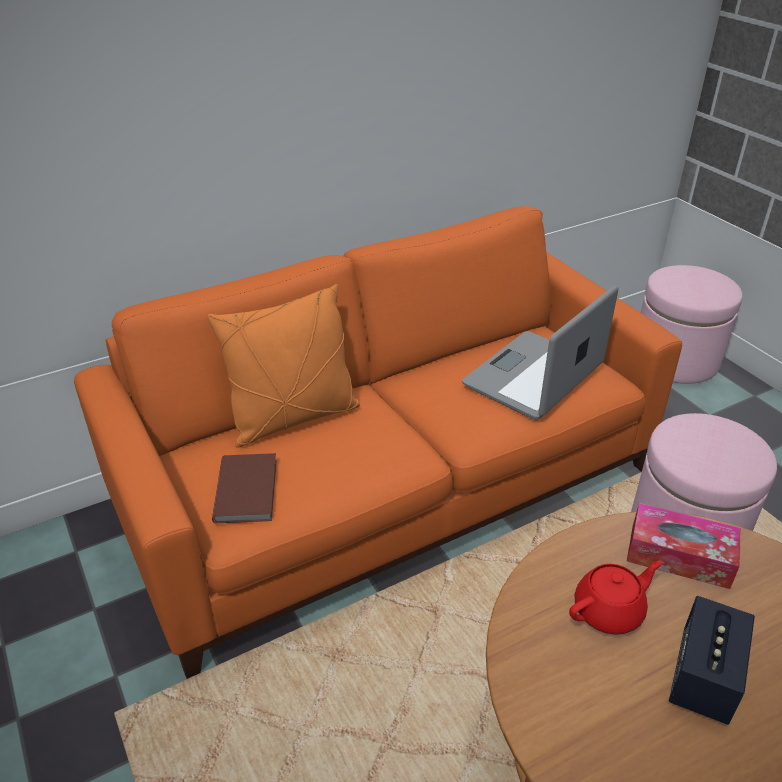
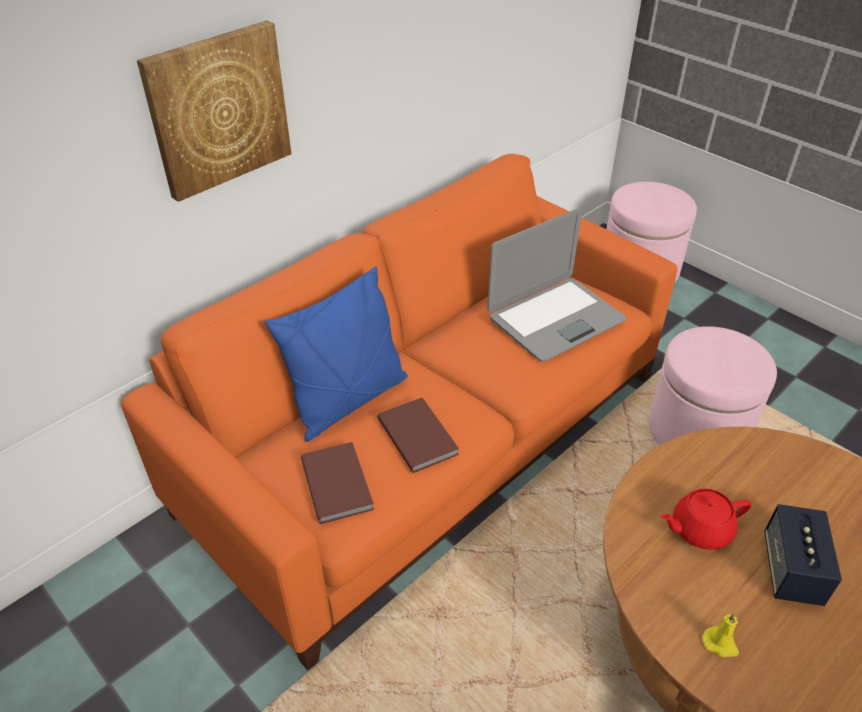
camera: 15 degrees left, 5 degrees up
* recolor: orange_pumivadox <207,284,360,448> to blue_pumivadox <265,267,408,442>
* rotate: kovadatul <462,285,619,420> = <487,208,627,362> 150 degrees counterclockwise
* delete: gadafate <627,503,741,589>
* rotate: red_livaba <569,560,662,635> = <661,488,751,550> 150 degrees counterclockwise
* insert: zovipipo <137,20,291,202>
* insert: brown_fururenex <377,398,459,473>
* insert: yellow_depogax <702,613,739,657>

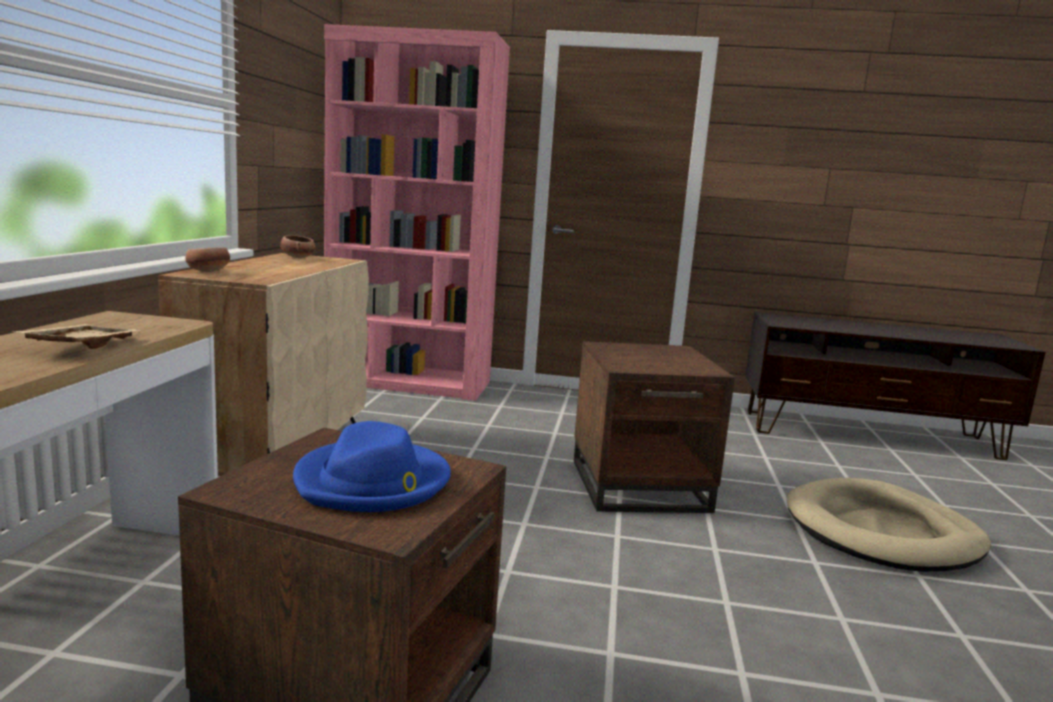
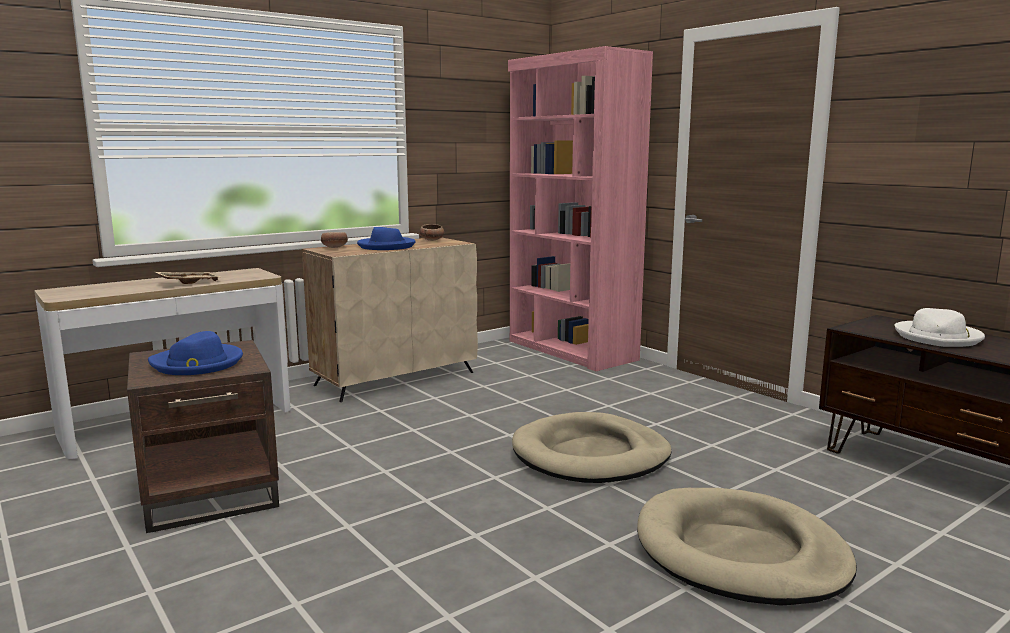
camera: 45 degrees right, 0 degrees up
* replace: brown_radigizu <574,341,735,513> to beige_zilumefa <512,412,672,483>
* insert: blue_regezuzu <357,227,416,250>
* insert: white_regezuzu <894,308,985,347>

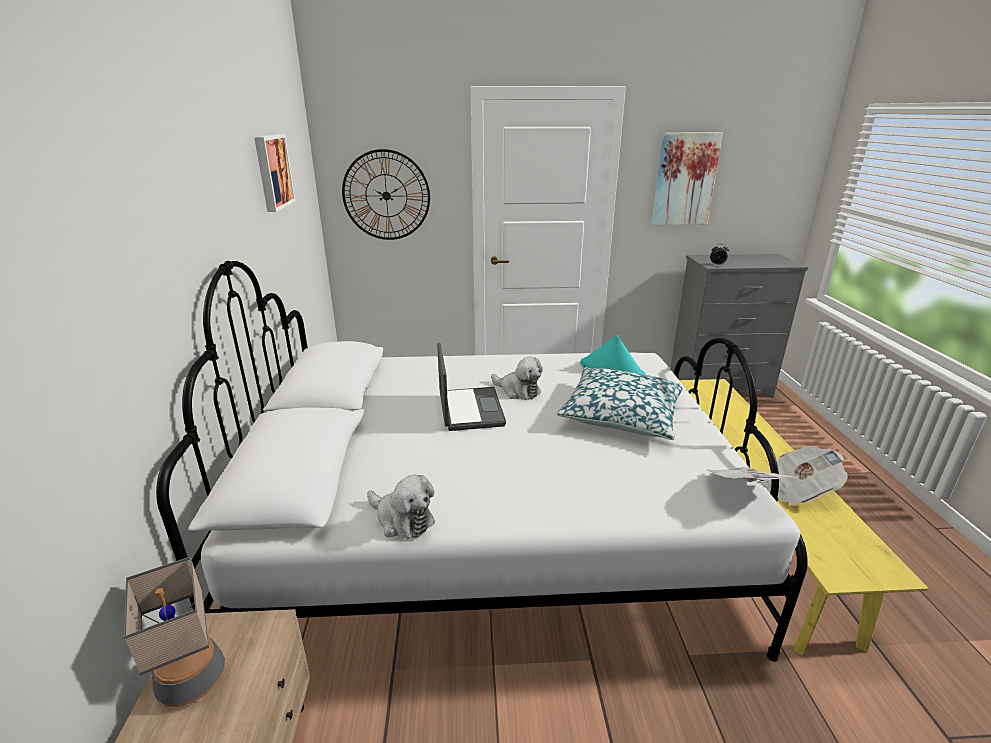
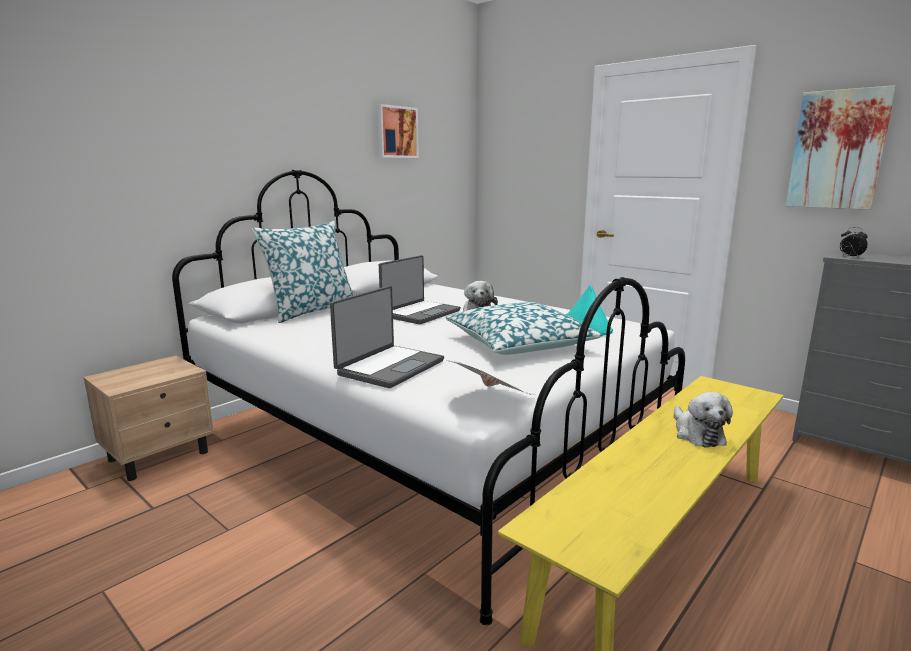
camera: 45 degrees right, 10 degrees down
* delete: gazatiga <342,149,430,240>
* delete: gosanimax <760,446,848,506>
* move: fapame <367,474,435,539> to <674,392,733,448>
* delete: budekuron <124,556,225,707>
* insert: pumivadox <252,221,354,323>
* insert: kovadatul <330,286,444,388>

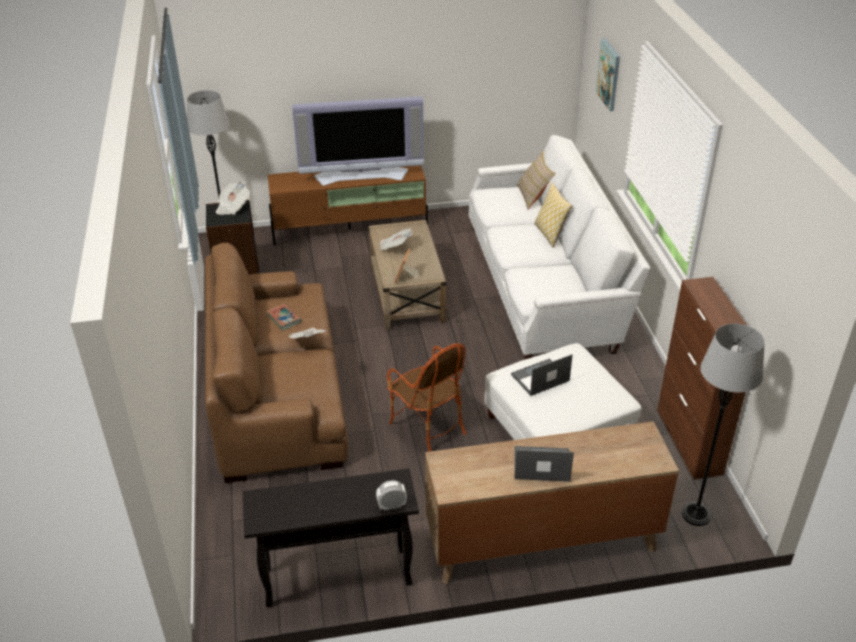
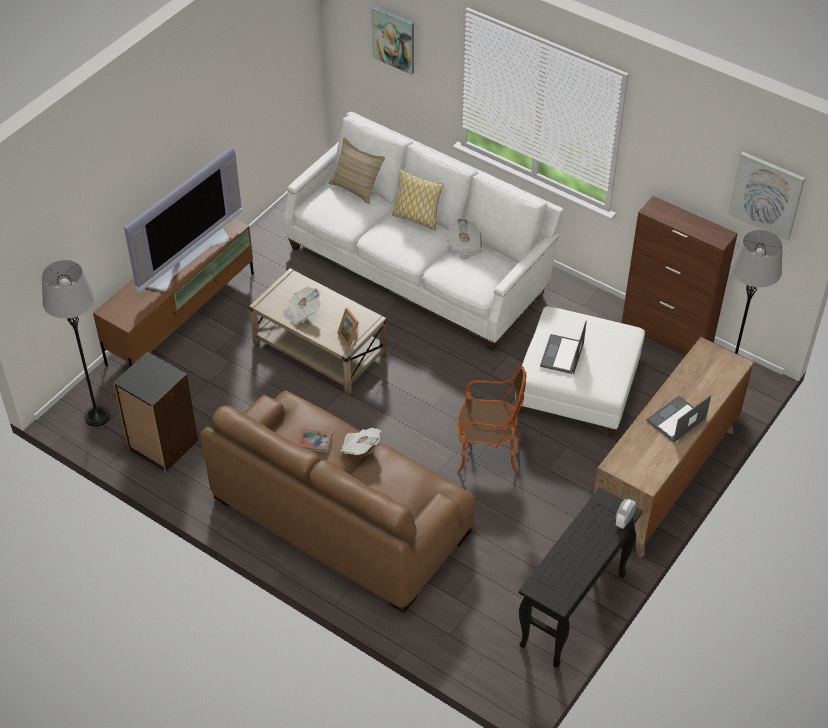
camera: 45 degrees left, 10 degrees up
* move: gosanimax <216,181,250,215> to <447,218,483,260>
* insert: zovipipo <728,152,805,241>

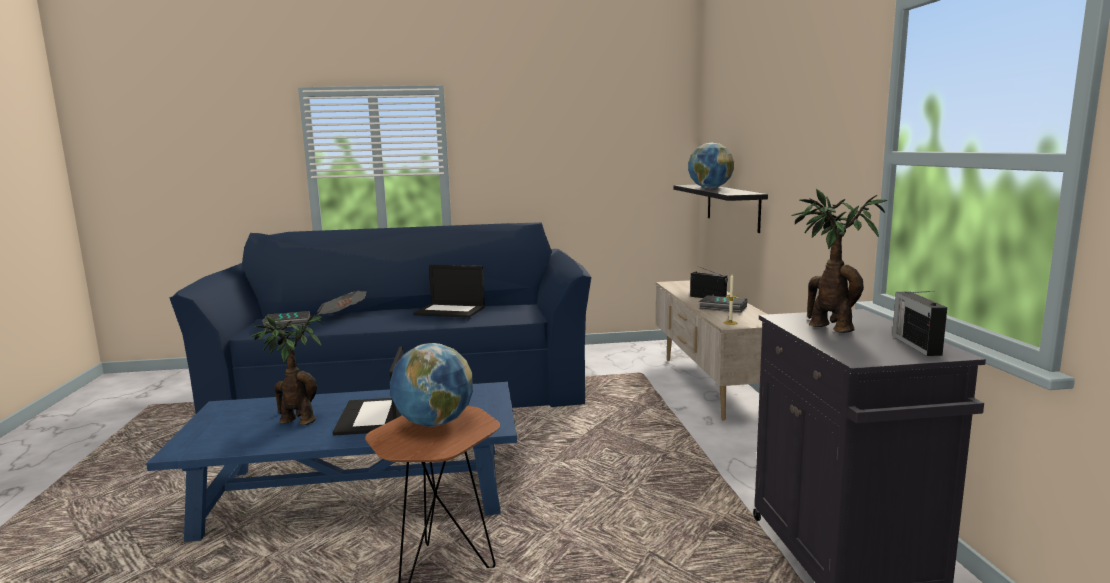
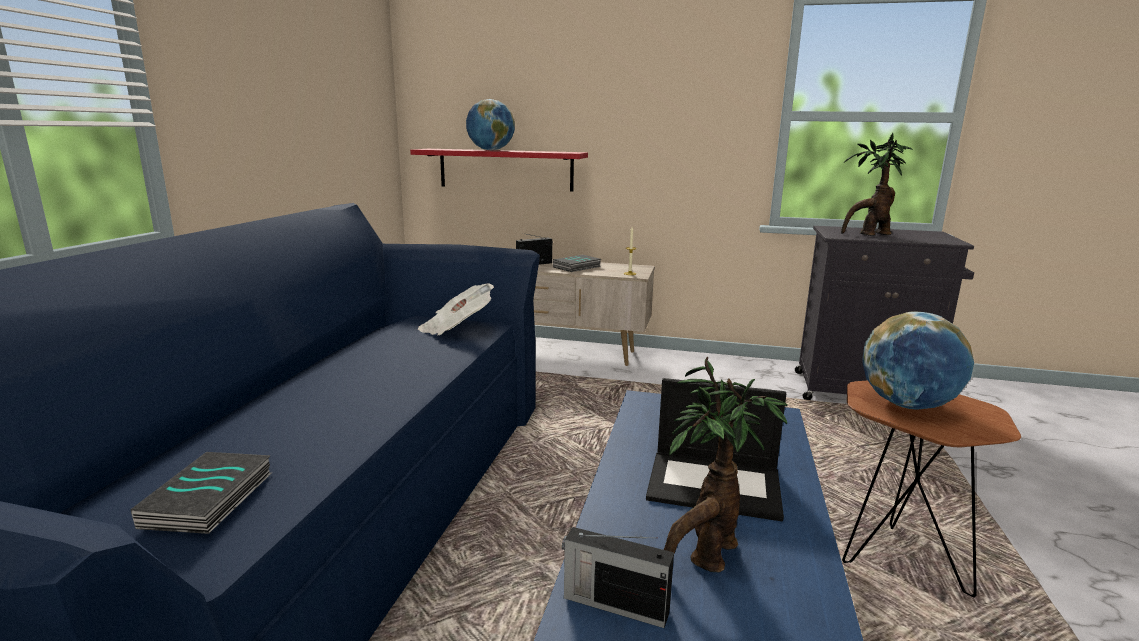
camera: 70 degrees left, 5 degrees up
* recolor: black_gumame <673,185,768,233> to red_gumame <410,149,588,191>
* delete: kovadatul <413,265,485,318>
* move: gosanimax <317,291,367,315> to <418,283,494,336>
* move: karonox <892,291,947,356> to <562,527,674,628>

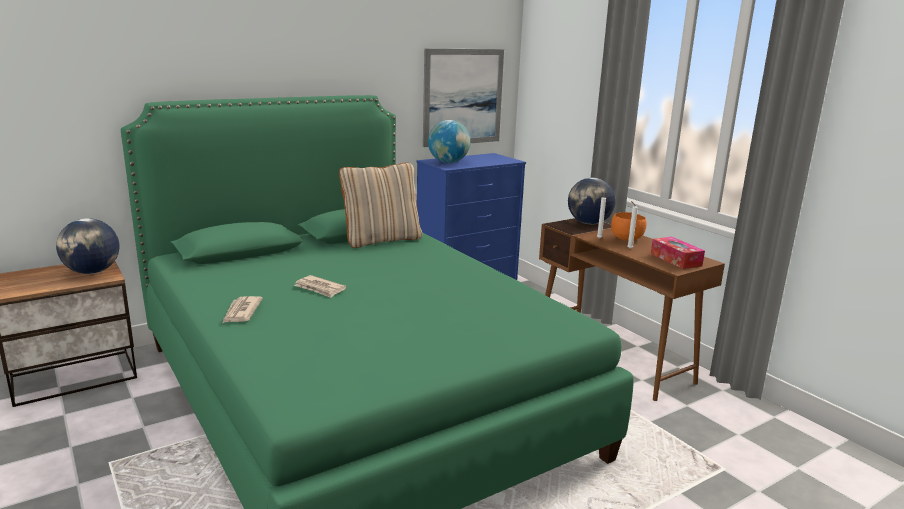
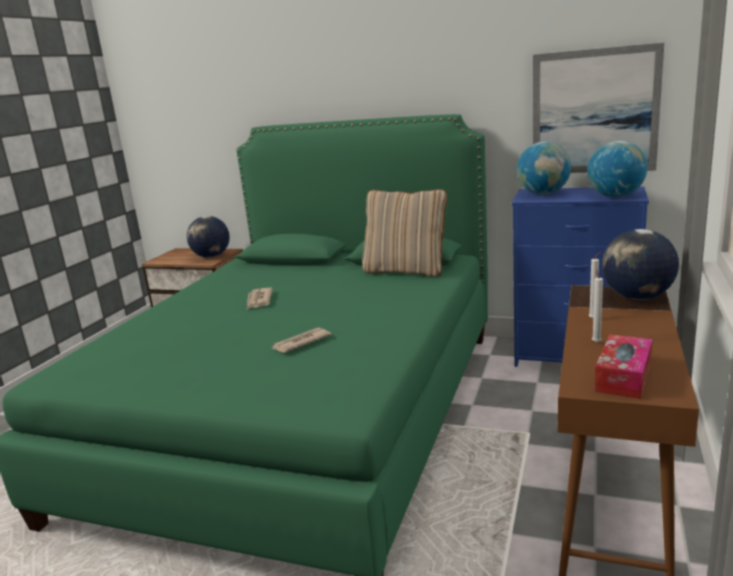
camera: 55 degrees right, 0 degrees up
* delete: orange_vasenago <611,212,646,240>
* move: gosanimax <222,296,263,323> to <272,328,332,353>
* insert: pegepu <587,141,648,198>

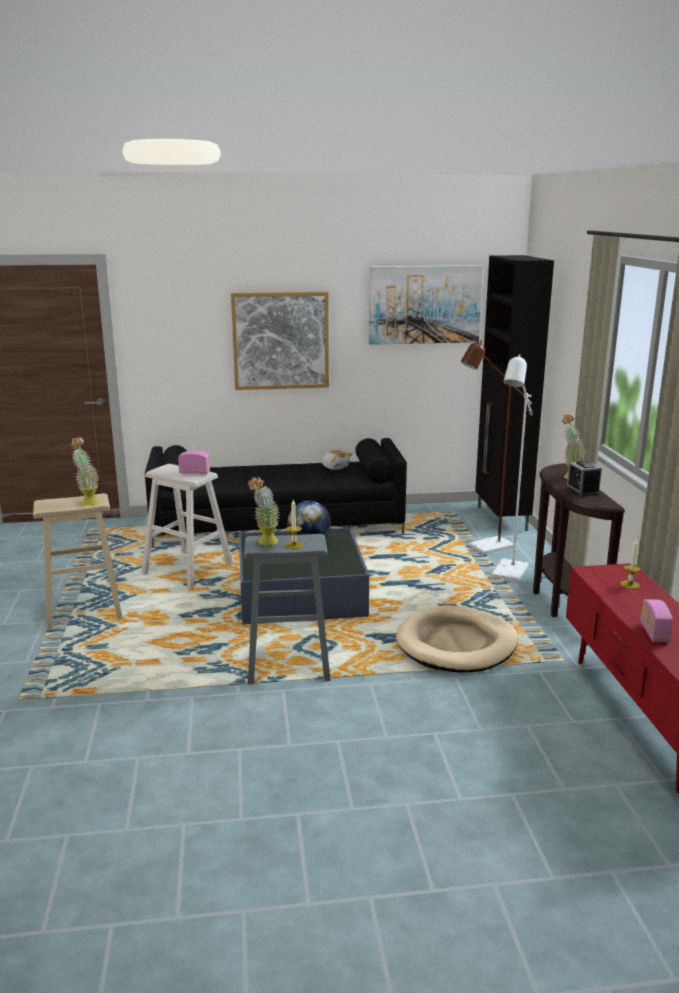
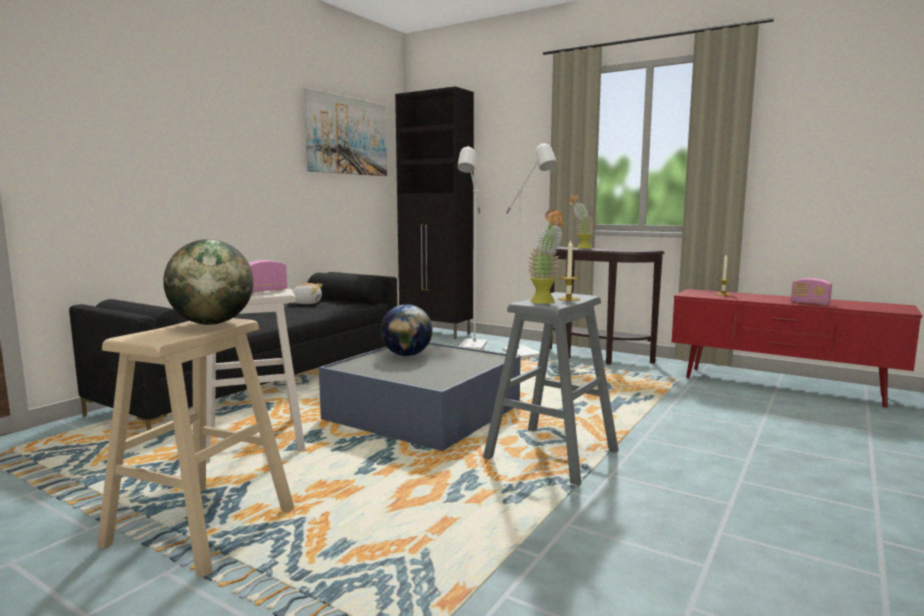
camera: 50 degrees left, 10 degrees down
* delete: zovipipo <231,292,329,390>
* recolor: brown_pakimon <460,340,532,554> to white_pakimon <457,146,487,350>
* replace: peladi <70,437,99,506> to pegepu <163,239,253,325>
* delete: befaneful <566,461,602,497>
* delete: beige_zilumefa <396,605,518,672>

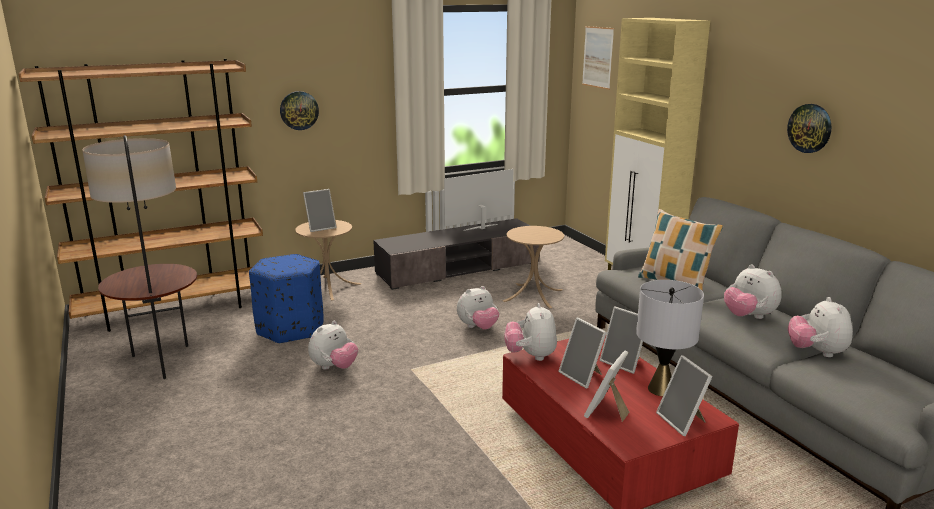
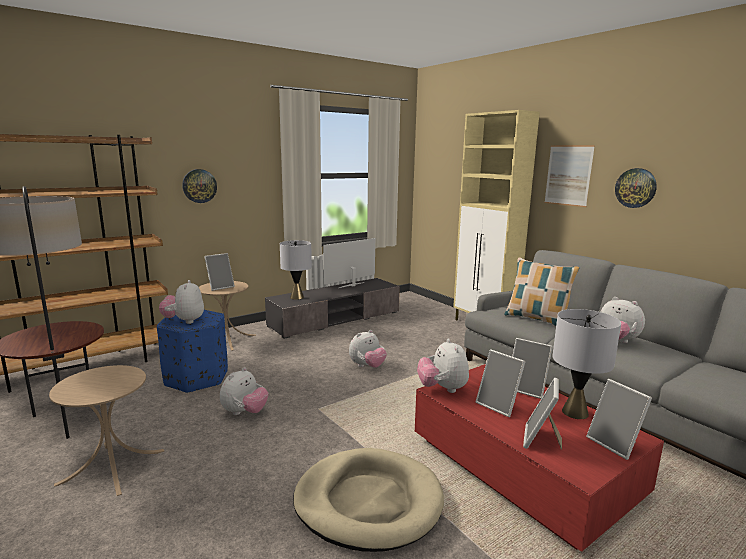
camera: 10 degrees left, 5 degrees down
* move: zovipipo <582,26,614,90> to <544,145,595,207>
* move: beige_radigizu <503,226,564,308> to <49,365,164,496>
* move: fapame <788,297,853,357> to <159,280,204,324>
* insert: grey_budekuron <280,240,312,300>
* insert: beige_zilumefa <293,448,444,552>

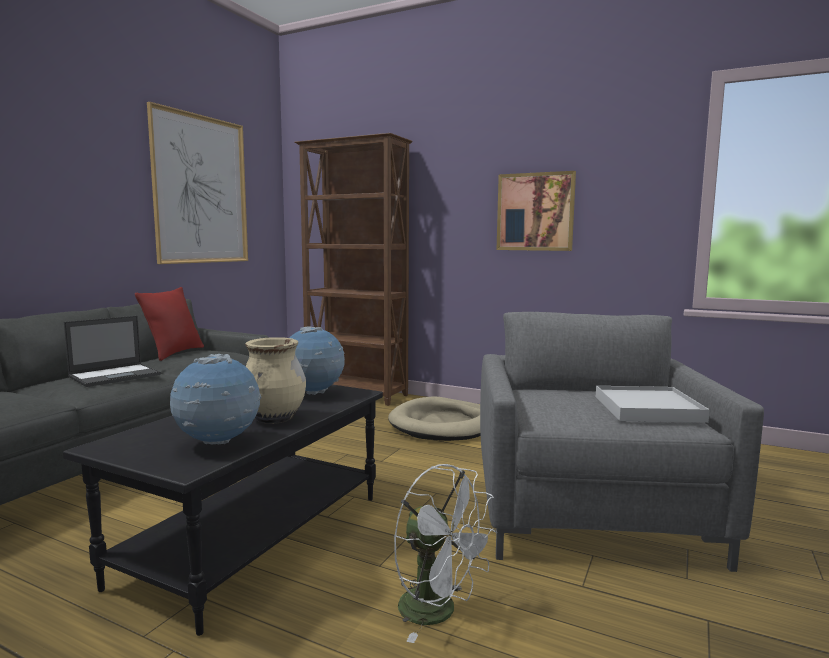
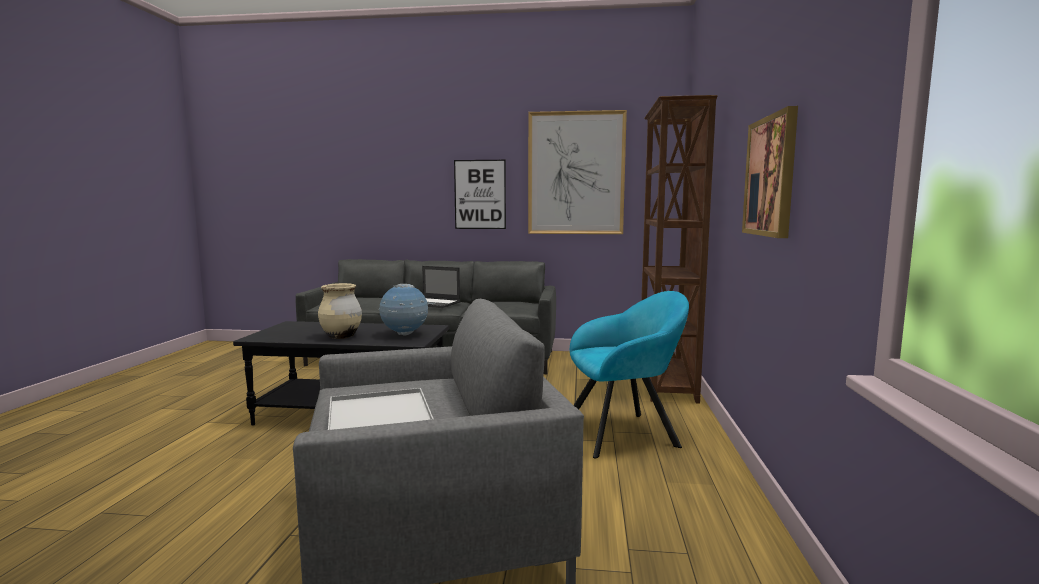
camera: 70 degrees right, 0 degrees up
* delete: red_pumivadox <135,287,204,361>
* delete: pegepu <170,354,262,445>
* replace: beige_zilumefa <388,396,481,441> to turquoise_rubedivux <570,291,689,458>
* delete: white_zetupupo <394,464,497,643>
* insert: zovipipo <454,160,506,229>

